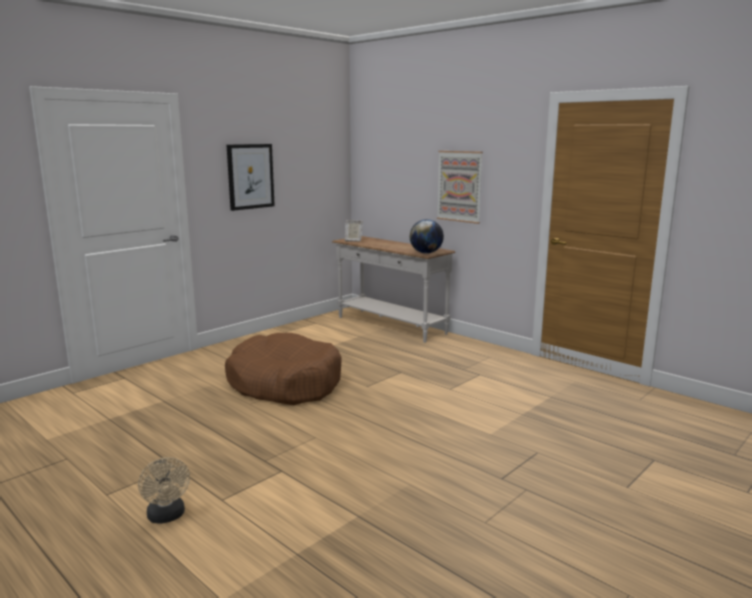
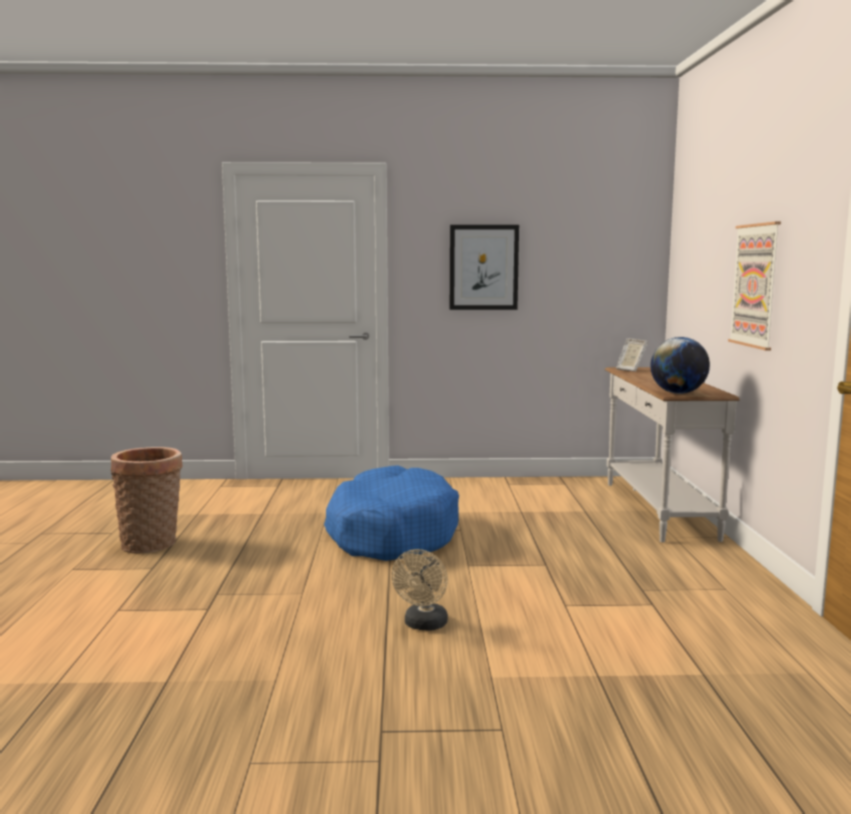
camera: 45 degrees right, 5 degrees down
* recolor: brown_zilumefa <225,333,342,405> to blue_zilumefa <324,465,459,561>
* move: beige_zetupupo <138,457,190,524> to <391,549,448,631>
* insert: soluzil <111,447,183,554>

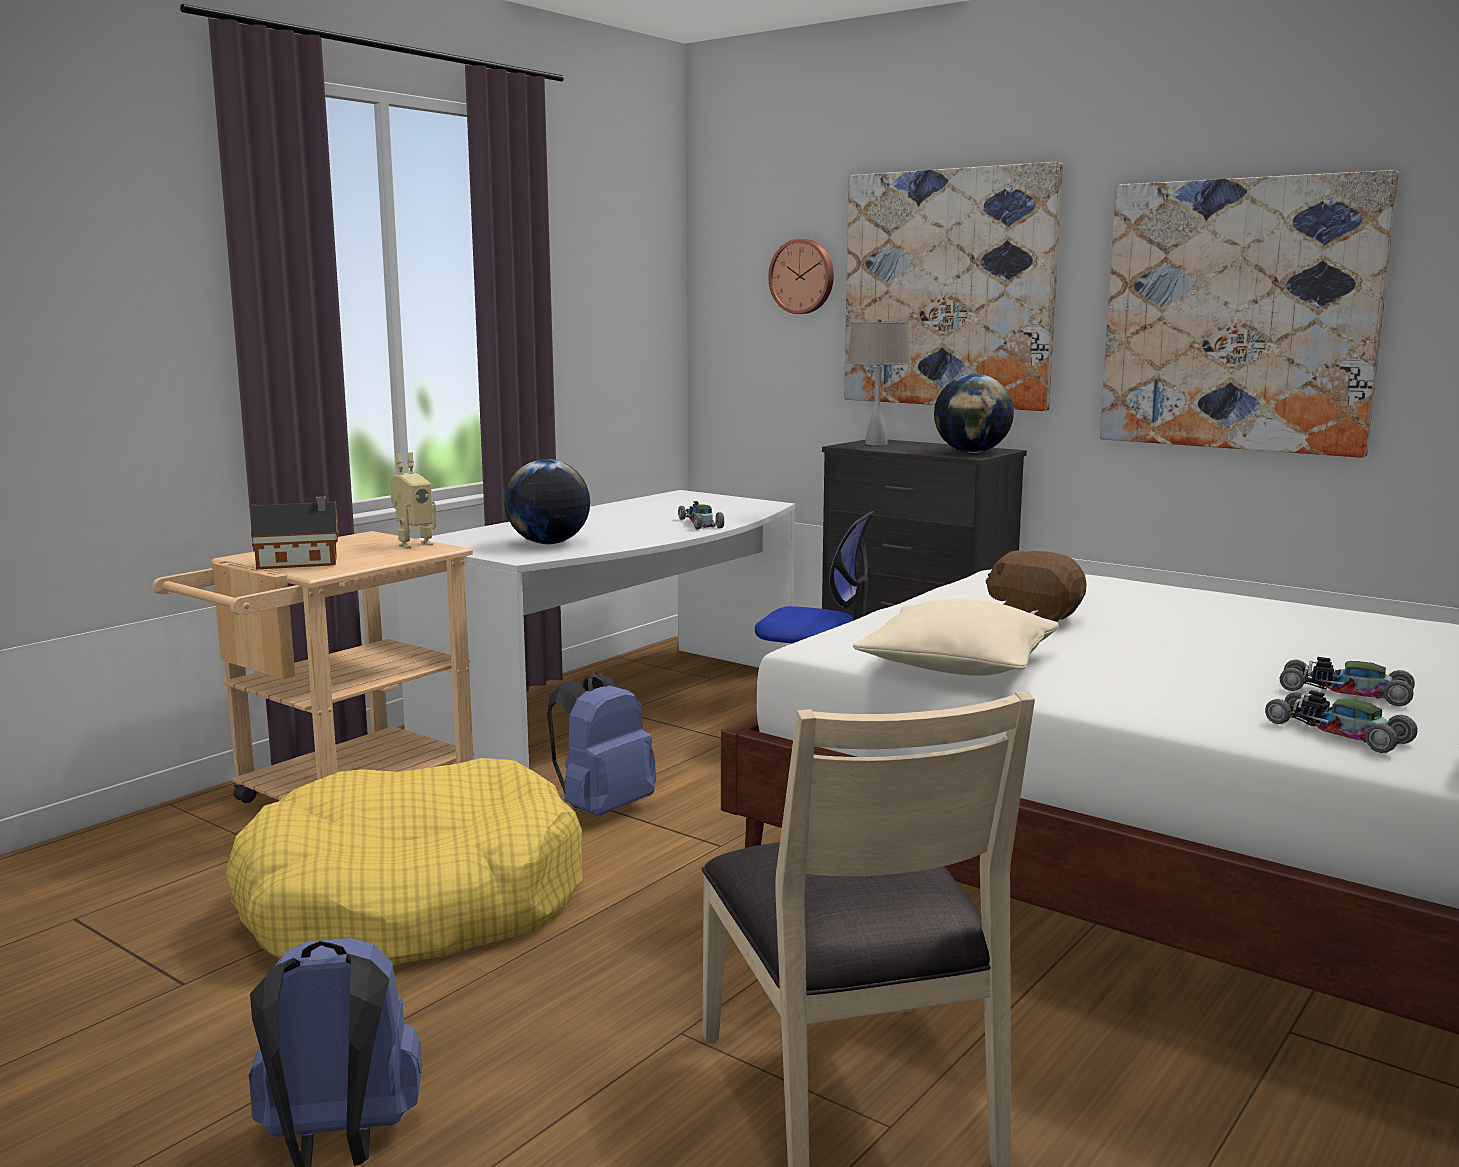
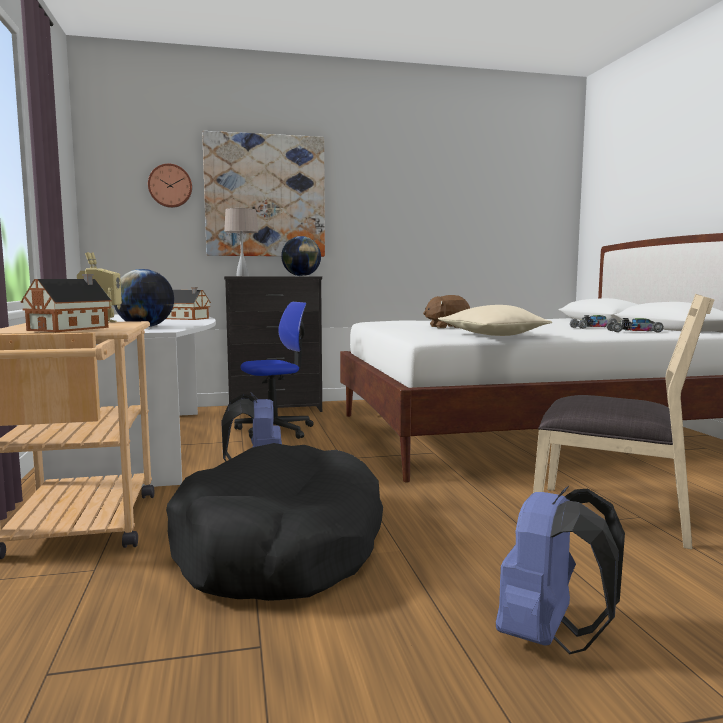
camera: 50 degrees left, 5 degrees down
* delete: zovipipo <1100,170,1399,458>
* replace: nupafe <678,501,724,529> to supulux <166,287,211,320>
* recolor: yellow_zilumefa <226,758,582,966> to black_zilumefa <166,443,383,601>

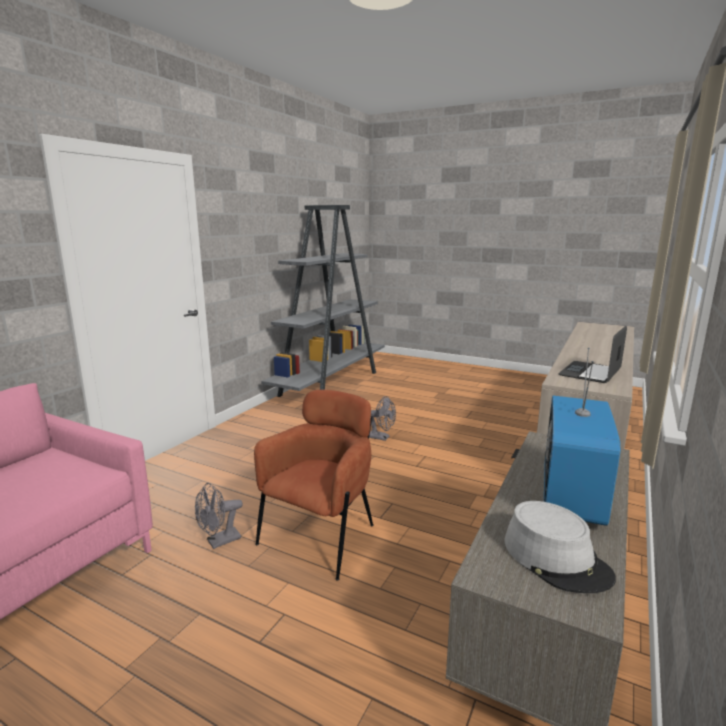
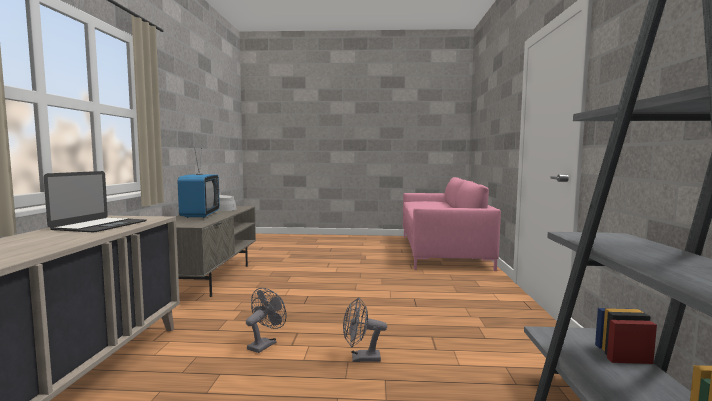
camera: 155 degrees right, 10 degrees down
* delete: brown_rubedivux <254,390,373,581>
* move: grey_zetupupo <195,483,243,549> to <246,288,287,353>

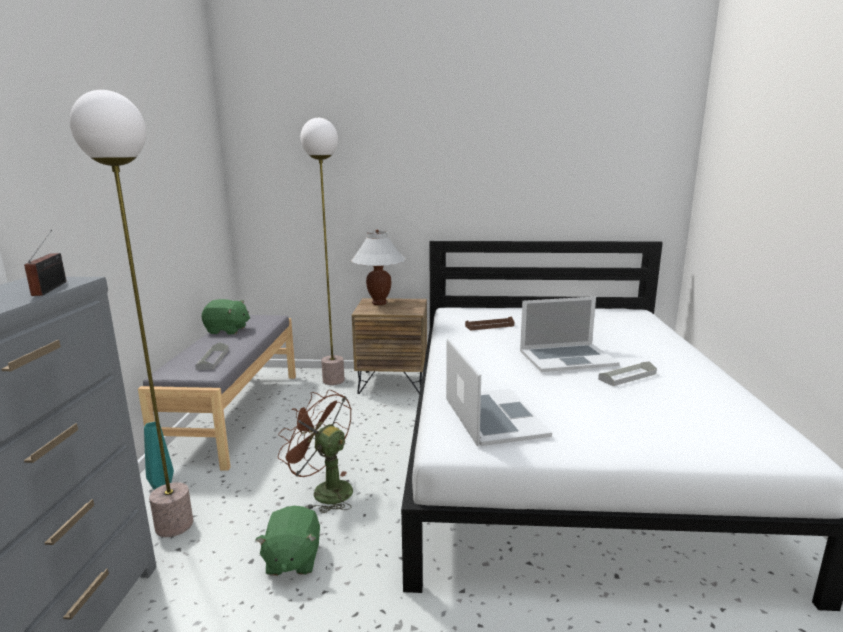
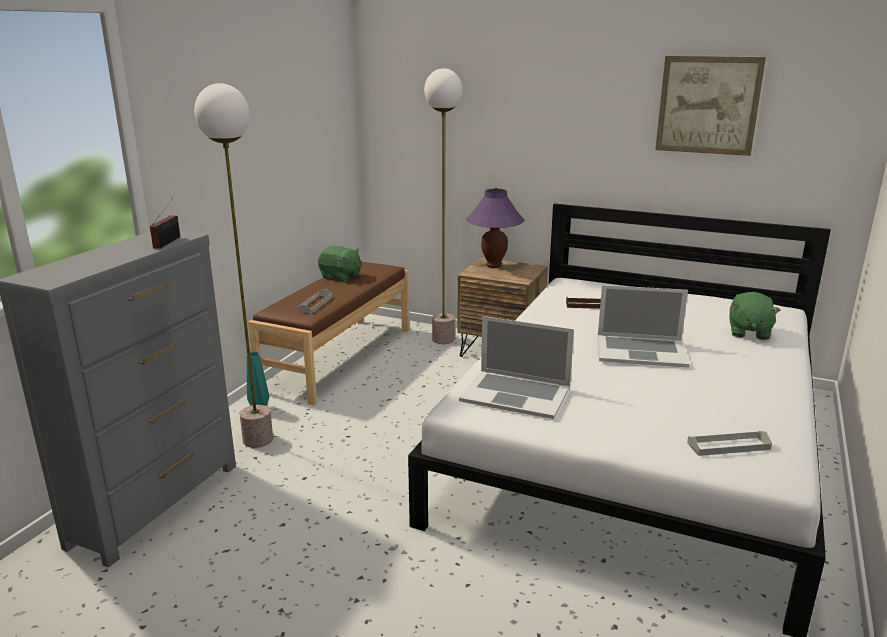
camera: 20 degrees right, 5 degrees up
* recolor: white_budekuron <351,229,405,305> to purple_budekuron <466,188,525,268>
* recolor: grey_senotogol <138,315,296,471> to brown_senotogol <248,261,409,406>
* rotate: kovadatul <446,338,552,446> = <459,316,574,419> 105 degrees clockwise
* move: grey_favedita <598,361,657,386> to <687,431,772,456>
* delete: brown_zetupupo <277,390,353,513>
* move: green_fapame <256,506,320,576> to <729,292,781,340>
* insert: zovipipo <655,56,766,156>

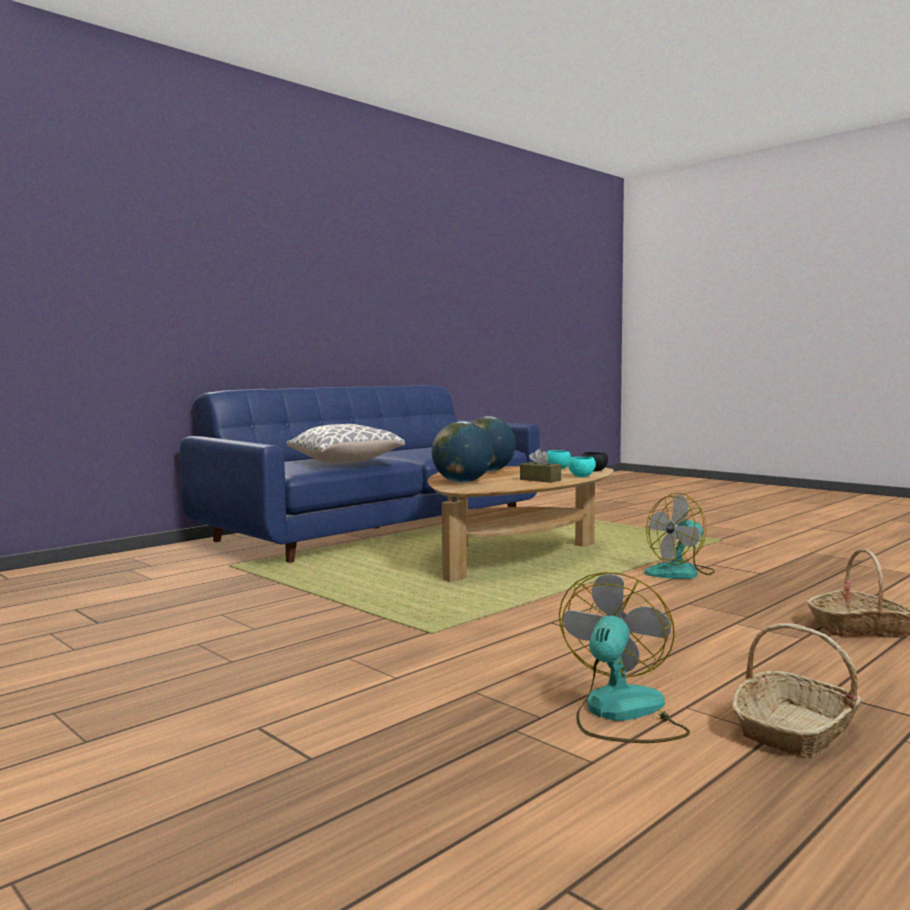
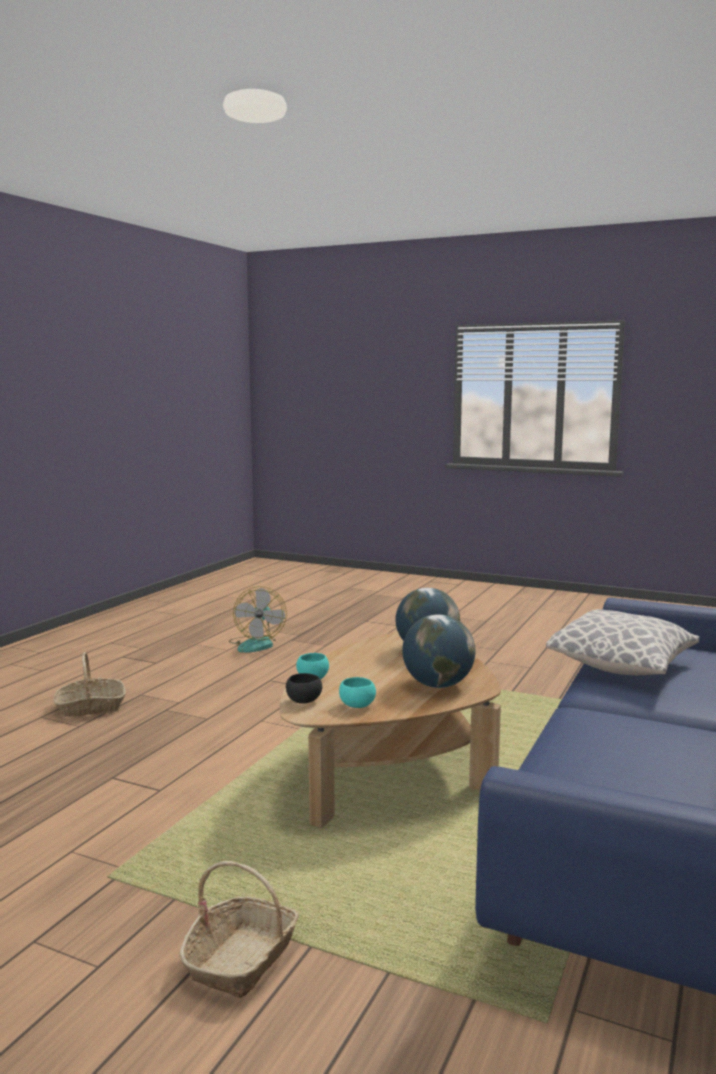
camera: 160 degrees right, 5 degrees up
* delete: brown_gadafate <520,449,561,483>
* delete: zetupupo <644,493,715,579>
* move: soluzil <732,623,861,757> to <179,861,299,998>

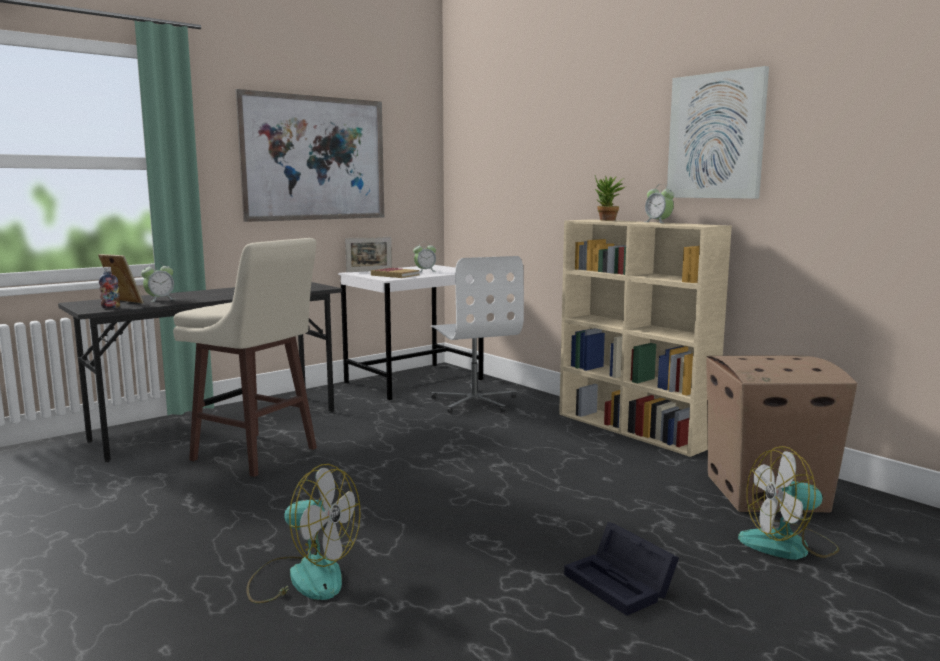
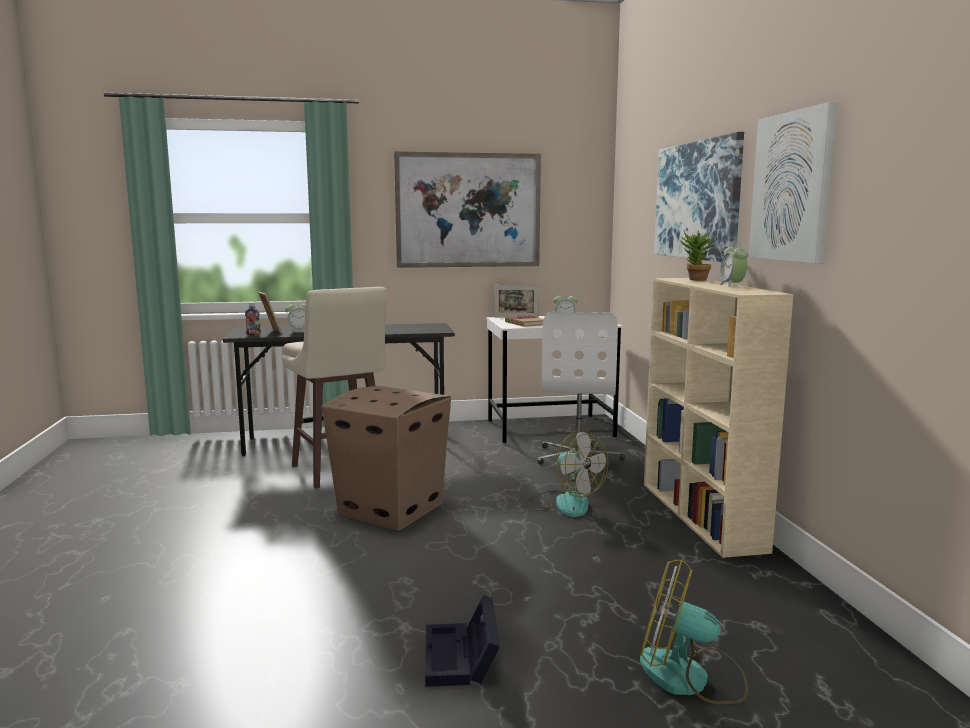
camera: 30 degrees right, 0 degrees up
* move: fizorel <706,356,857,513> to <321,386,451,531>
* move: zetupupo <246,464,360,604> to <527,430,608,517>
* insert: zovipipo <654,132,744,262>

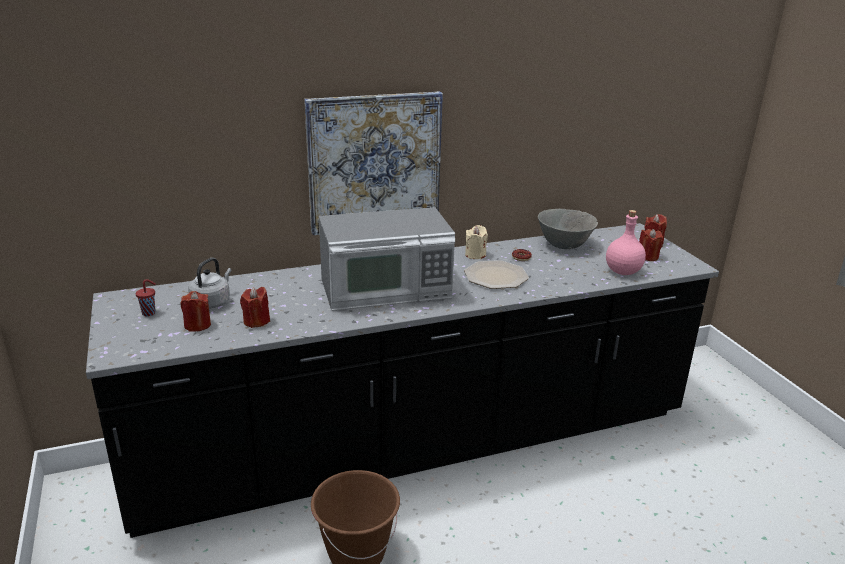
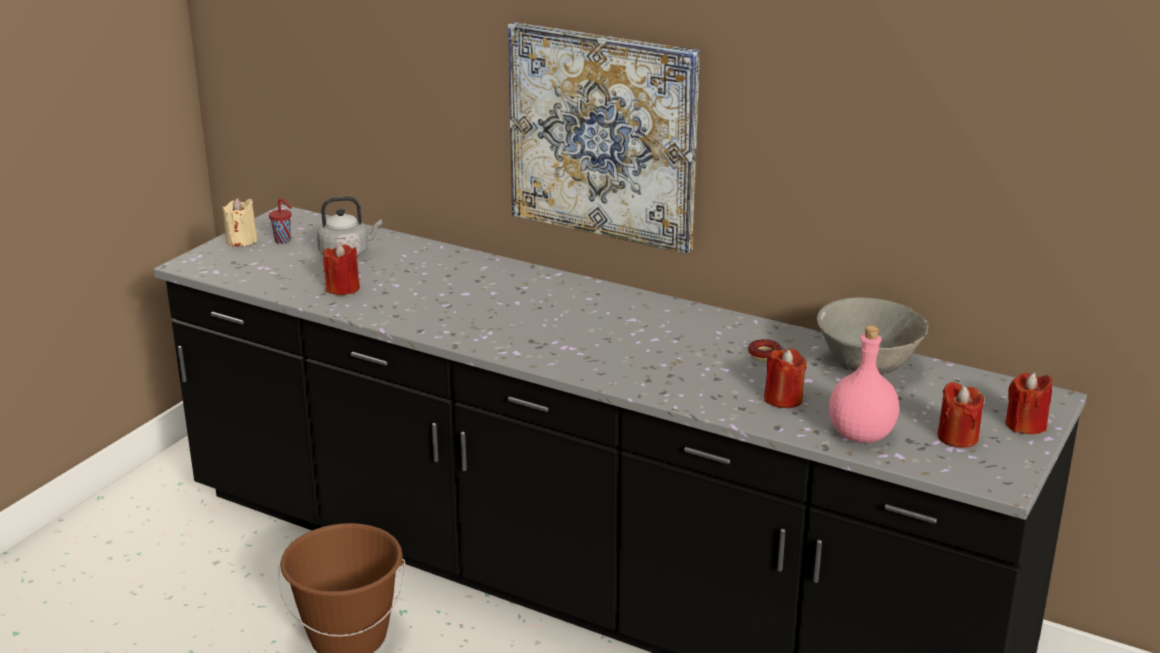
camera: 50 degrees right, 0 degrees up
* delete: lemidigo <319,207,455,311>
* move: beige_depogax <465,225,488,259> to <223,198,258,247>
* delete: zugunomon <464,260,529,289>
* move: red_depogax <180,291,211,331> to <764,348,807,408>

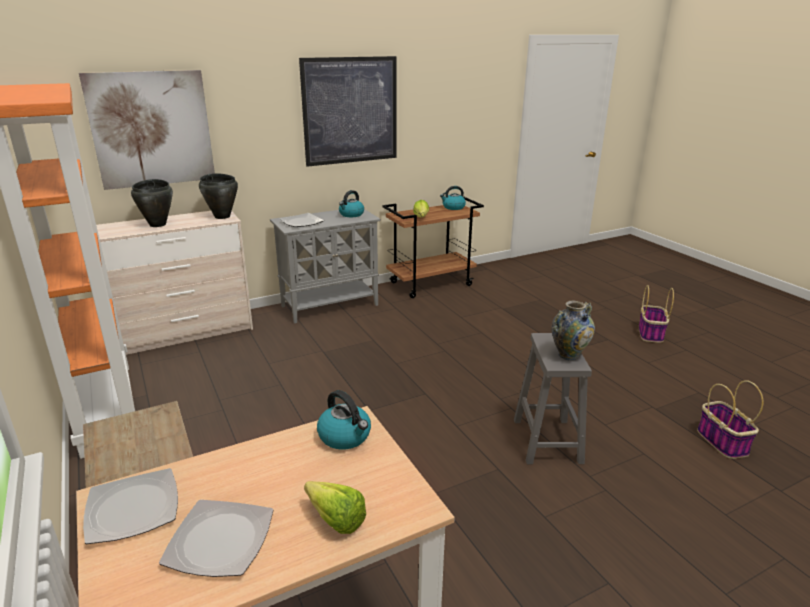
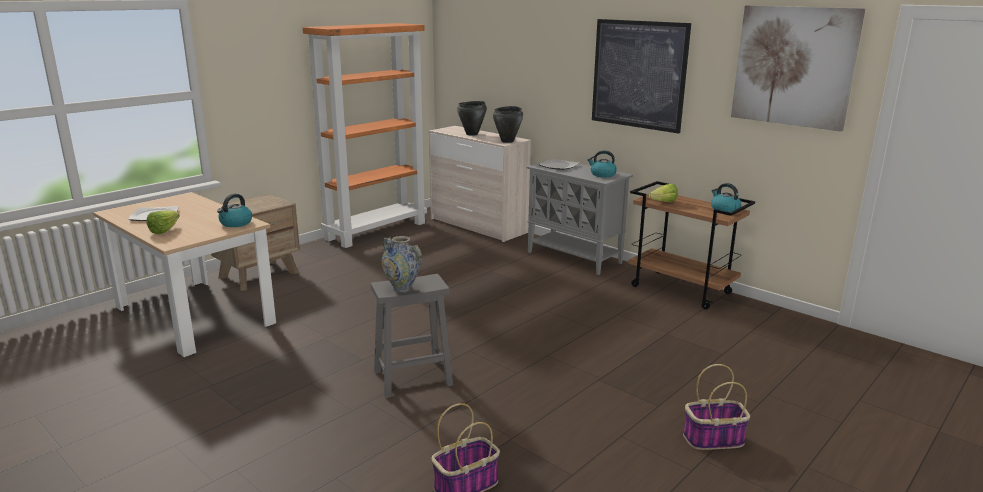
camera: 70 degrees right, 5 degrees down
* move: zovipipo <79,70,215,190> to <731,5,865,132>
* delete: zugunomon <83,468,178,544>

